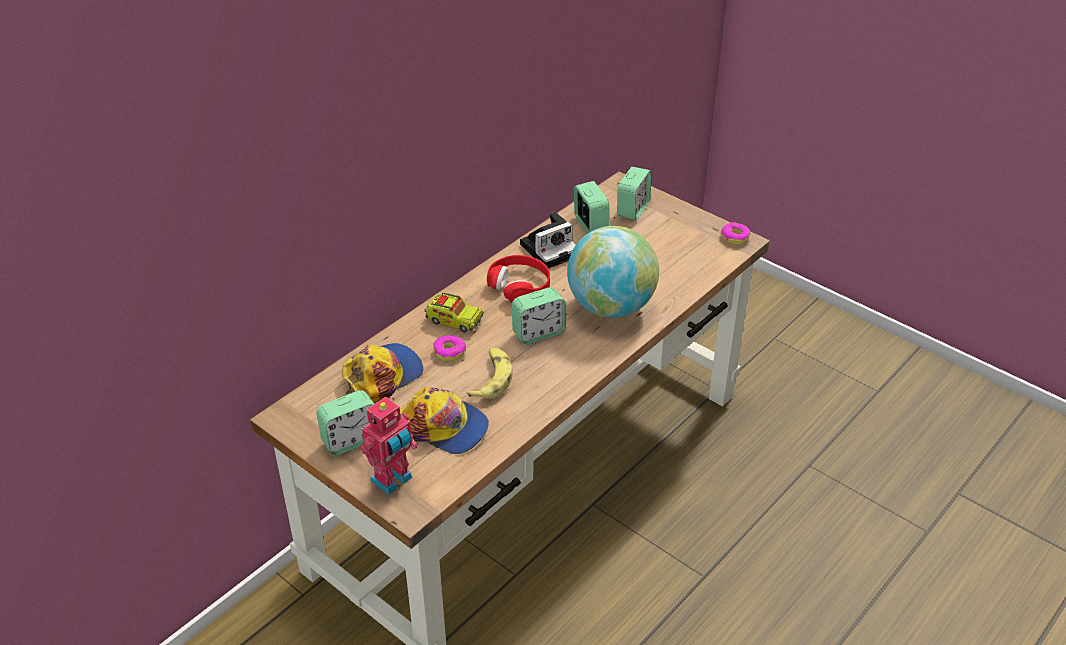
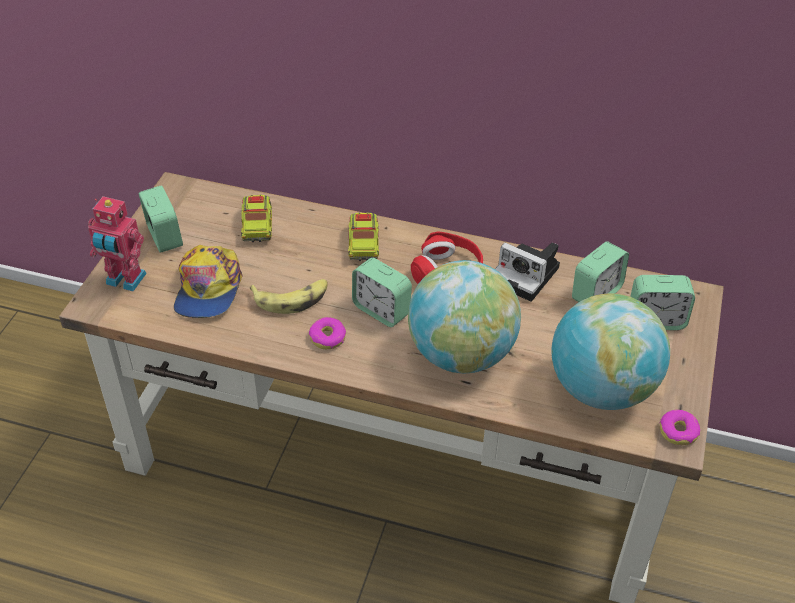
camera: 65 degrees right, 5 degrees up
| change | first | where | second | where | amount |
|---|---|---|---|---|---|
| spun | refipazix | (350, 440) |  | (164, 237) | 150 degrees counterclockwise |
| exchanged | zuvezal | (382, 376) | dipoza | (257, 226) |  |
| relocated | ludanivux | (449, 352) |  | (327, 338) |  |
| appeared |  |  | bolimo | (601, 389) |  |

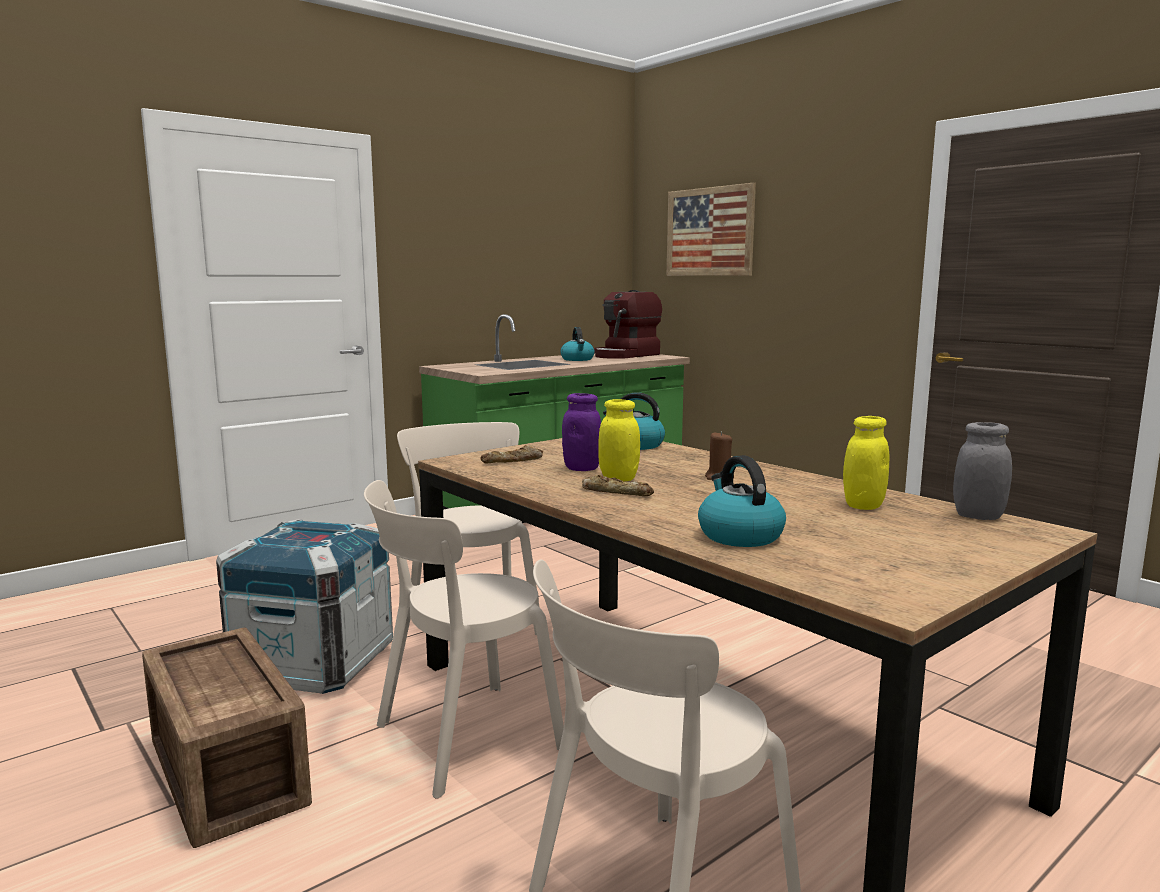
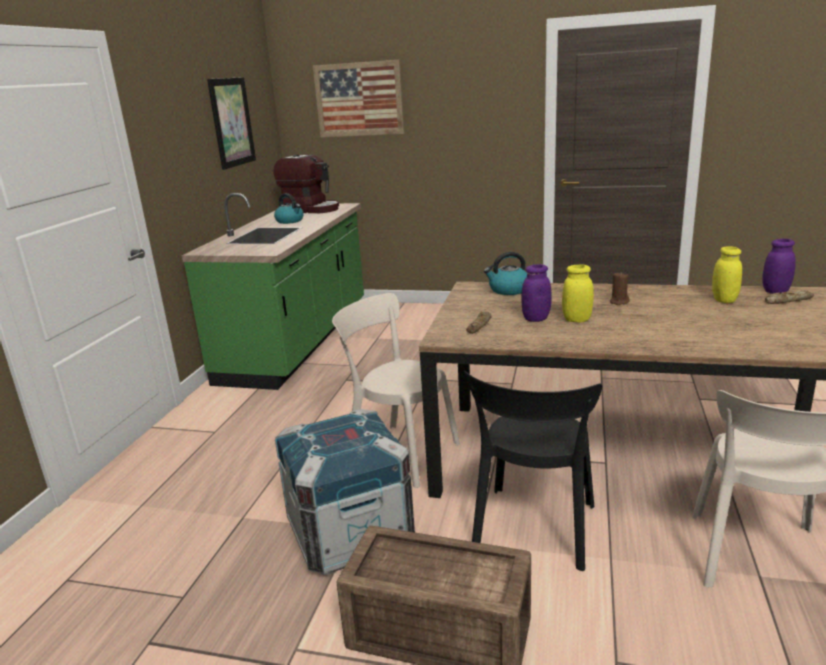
camera: 35 degrees left, 10 degrees up
| change | first | where | second | where | amount |
|---|---|---|---|---|---|
| appeared |  |  | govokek | (232, 122) |  |
| spun | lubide | (626, 355) |  | (311, 209) | 75 degrees counterclockwise |
| colour | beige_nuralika | (460, 739) | black_nuralika | (534, 531) |  |
| colour | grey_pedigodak | (978, 516) | purple_pedigodak | (775, 291) |  |
| relocated | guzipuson | (617, 492) |  | (787, 301) |  |
| missing | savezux | (739, 535) |  |  |  |

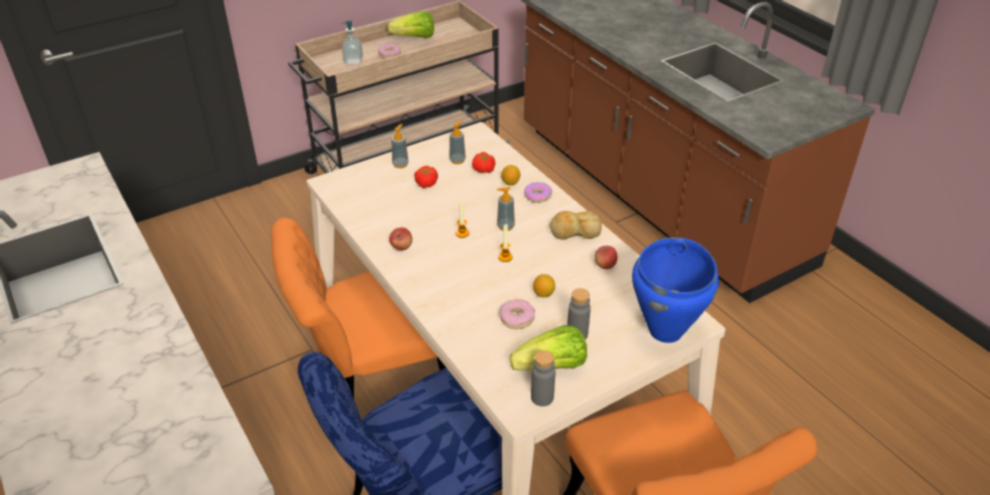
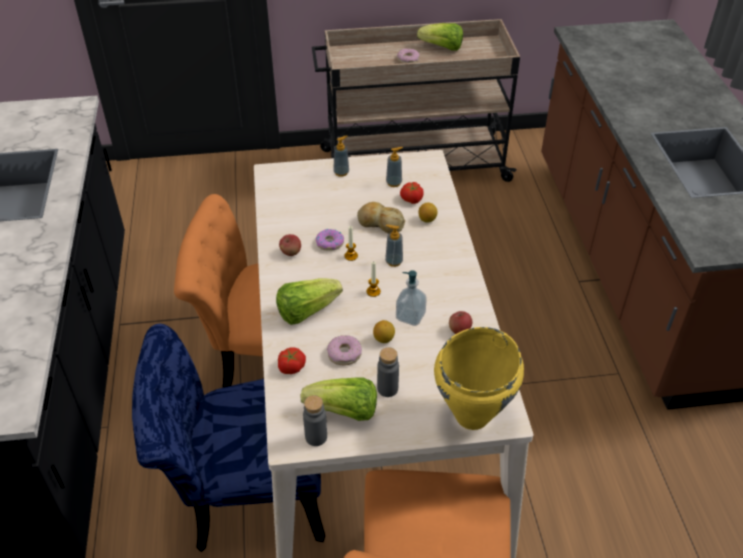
camera: 25 degrees right, 5 degrees up
| change | first | where | second | where | amount |
|---|---|---|---|---|---|
| appeared |  |  | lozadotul | (306, 311) |  |
| relocated | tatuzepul | (426, 183) |  | (291, 367) |  |
| relocated | ludanivux | (537, 196) |  | (329, 243) |  |
| relocated | guzipuson | (574, 231) |  | (380, 223) |  |
| relocated | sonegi | (353, 61) |  | (410, 316) |  |
| colour | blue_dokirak | (666, 331) | yellow_dokirak | (473, 416) |  |

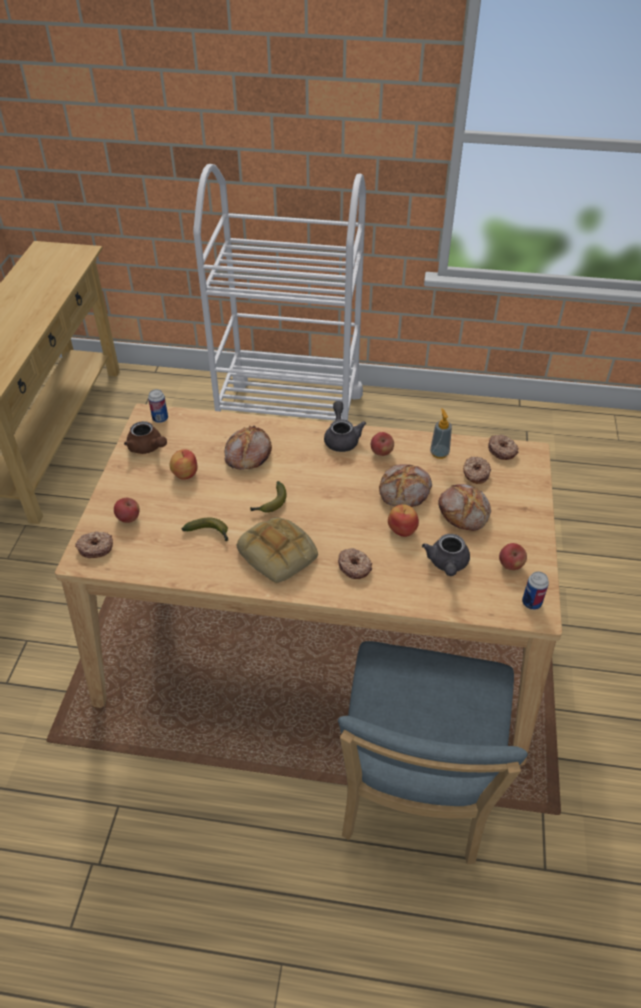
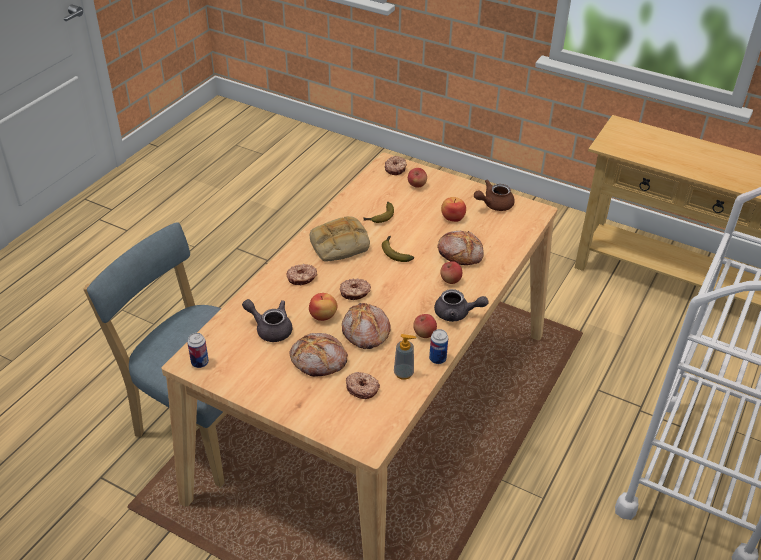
camera: 110 degrees right, 5 degrees down
| change | first | where | second | where | amount |
|---|---|---|---|---|---|
| relocated | ludanivux | (502, 450) |  | (355, 293) |  |
| relocated | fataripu | (160, 419) |  | (437, 359) |  |
| relocated | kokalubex | (510, 565) |  | (450, 280) |  |

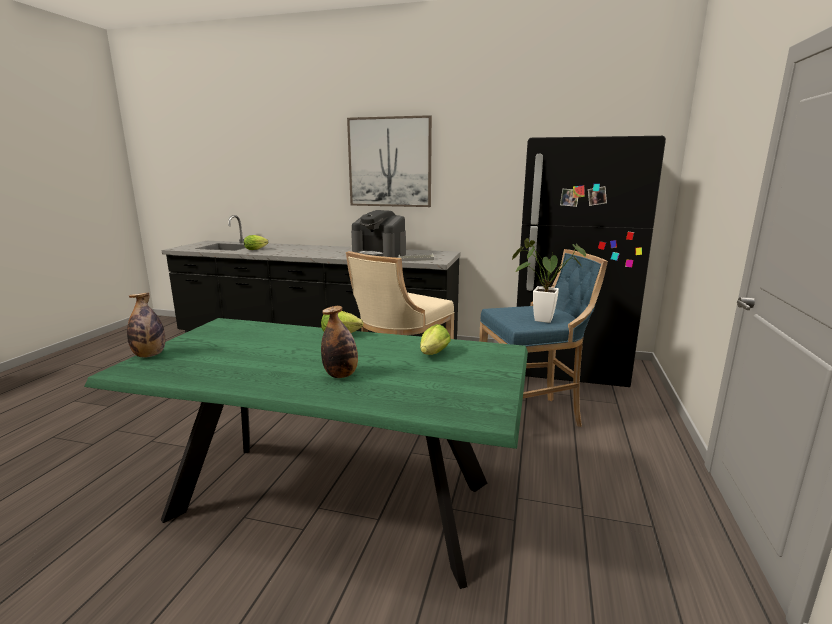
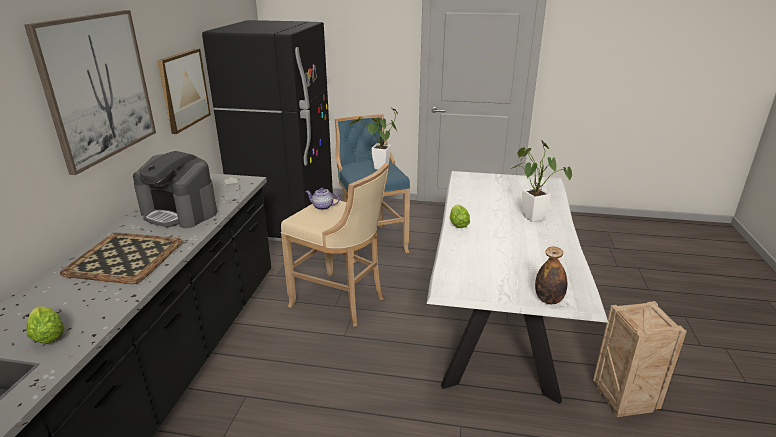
camera: 95 degrees left, 10 degrees up
| change | first | where | second | where | amount |
|---|---|---|---|---|---|
| appeared |  |  | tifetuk | (124, 257) |  |
| spun | lubide | (379, 254) |  | (180, 212) | 90 degrees clockwise |
| appeared |  |  | govokek | (183, 89) |  |
| appeared |  |  | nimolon | (322, 207) |  |
| colour | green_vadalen | (333, 500) | white_vadalen | (497, 319) |  |
| exchanged | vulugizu | (341, 375) | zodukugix | (530, 216) |  |
| appeared |  |  | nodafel | (622, 398) |  |
| missing | lozadotul | (432, 355) |  |  |  |

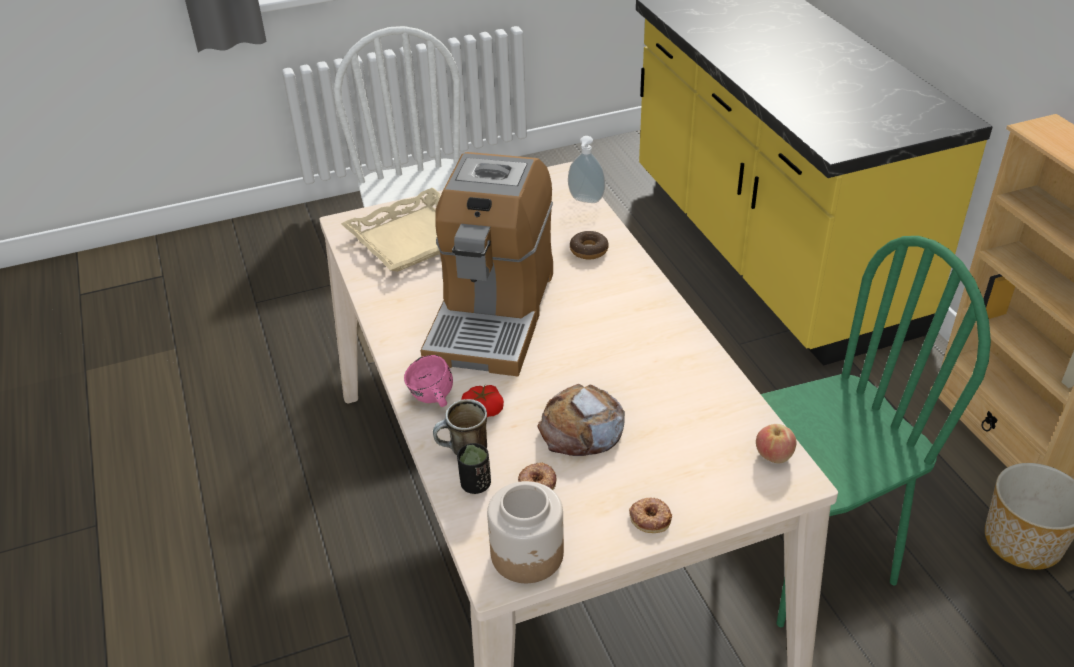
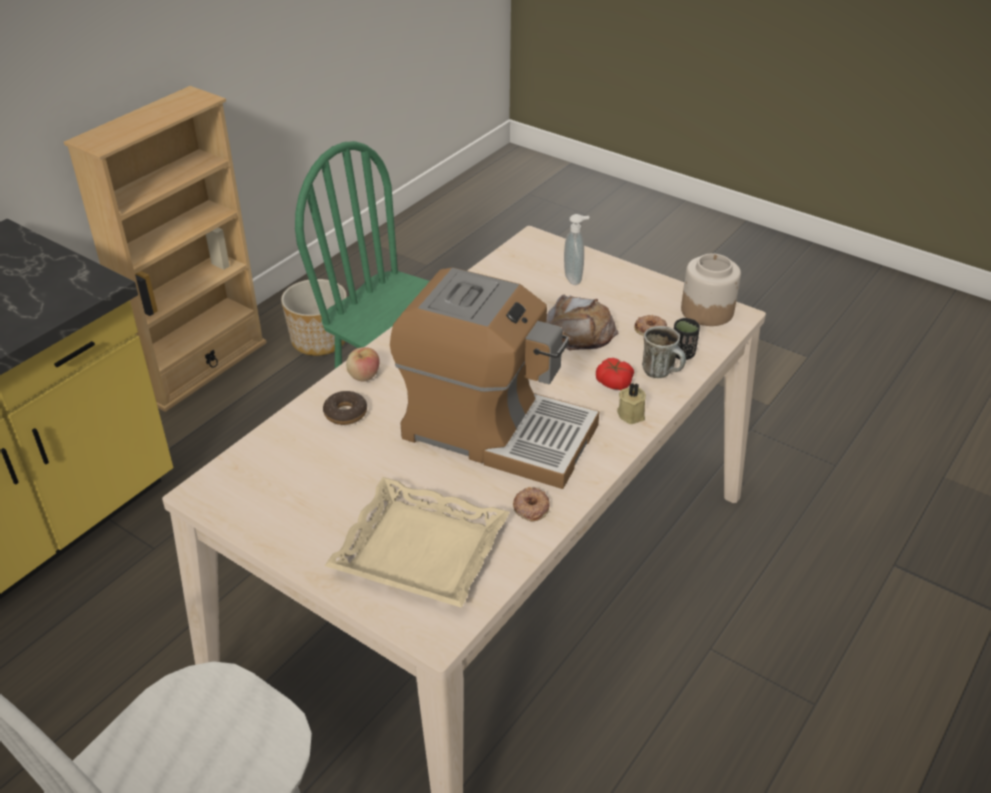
camera: 125 degrees left, 0 degrees up
| change | first | where | second | where | amount |
|---|---|---|---|---|---|
| relocated | kokalubex | (773, 455) |  | (364, 376) |  |
| spun | lubide | (492, 314) |  | (495, 431) | 45 degrees clockwise |
| relocated | ludanivux | (650, 518) |  | (531, 507) |  |
| relocated | sonegi | (585, 201) |  | (574, 278) |  |
| exchanged | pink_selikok | (432, 400) | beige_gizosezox | (632, 414) |  |

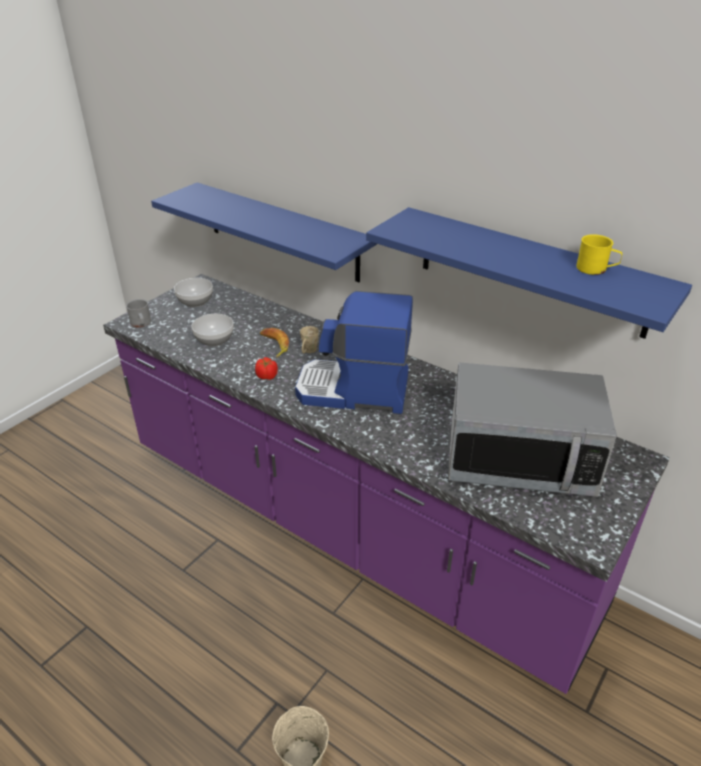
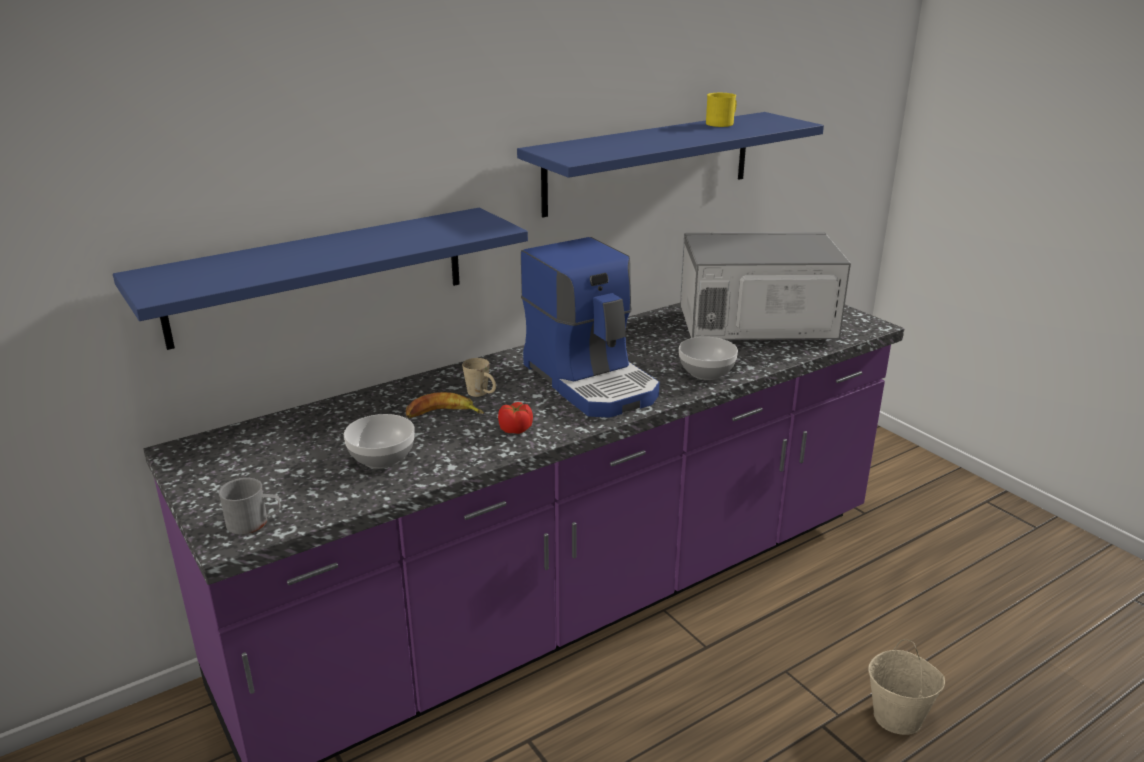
camera: 70 degrees left, 10 degrees down
| change | first | where | second | where | amount |
|---|---|---|---|---|---|
| spun | lubide | (353, 391) |  | (592, 381) | 60 degrees counterclockwise |
| relocated | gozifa | (195, 302) |  | (707, 372) |  |
| spun | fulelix | (519, 459) |  | (755, 327) | 120 degrees counterclockwise |

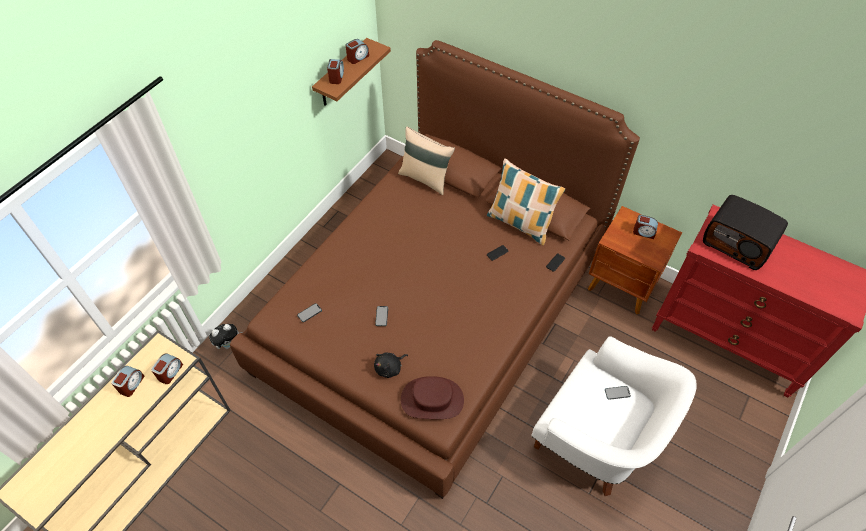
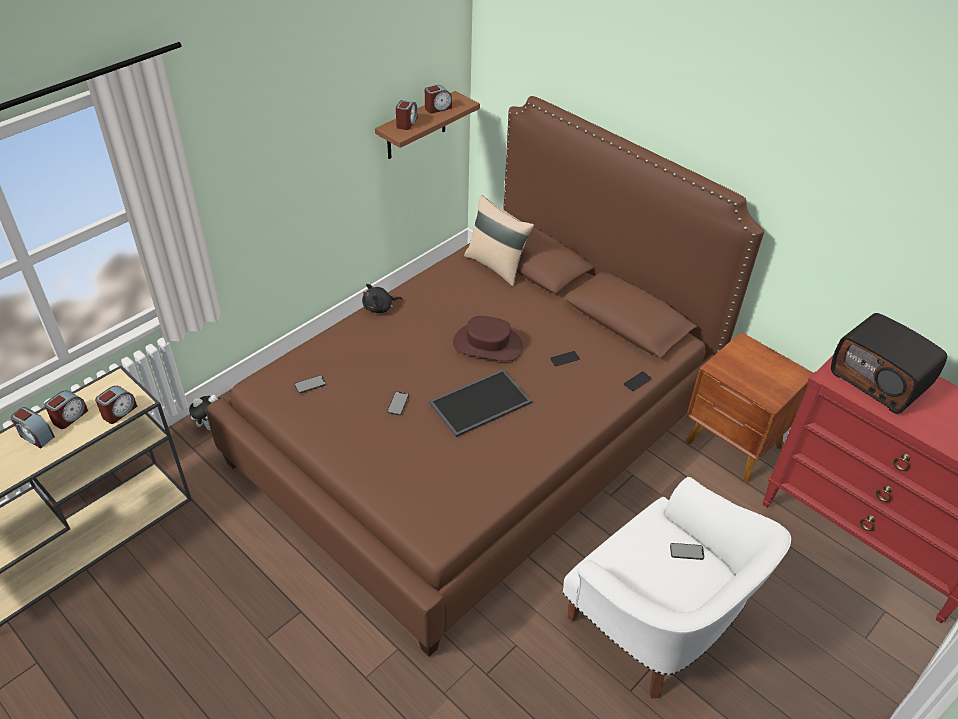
camera: 10 degrees right, 10 degrees down
| change | first | where | second | where | amount |
|---|---|---|---|---|---|
| relocated | refipazix | (643, 232) |  | (36, 436) |  |
| relocated | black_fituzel | (389, 368) |  | (380, 307) |  |
| appeared |  |  | tifetuk | (480, 404) |  |
| relocated | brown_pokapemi | (432, 399) |  | (487, 344) |  |
| missing | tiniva | (520, 223) |  |  |  |

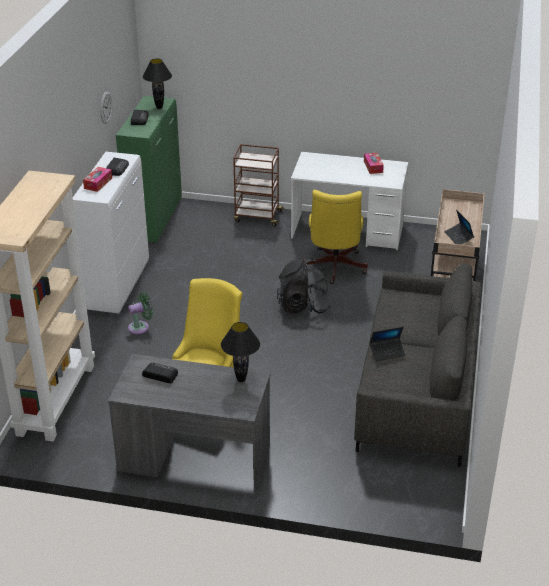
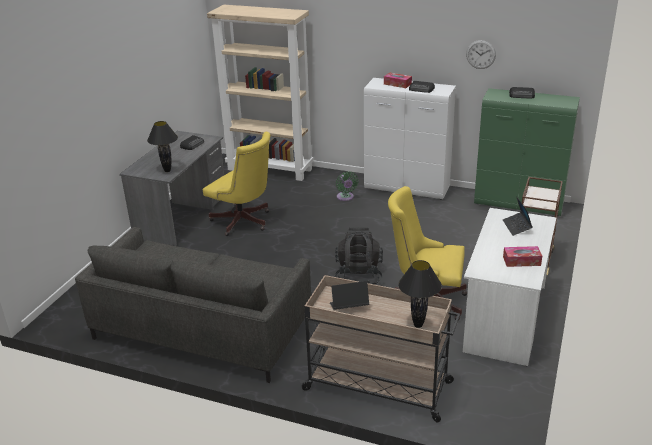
camera: 100 degrees right, 5 degrees down
| change | first | where | second | where | amount |
|---|---|---|---|---|---|
| relocated | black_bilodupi | (159, 107) |  | (418, 325) |  |
| relocated | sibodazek | (387, 352) |  | (517, 227) |  |

